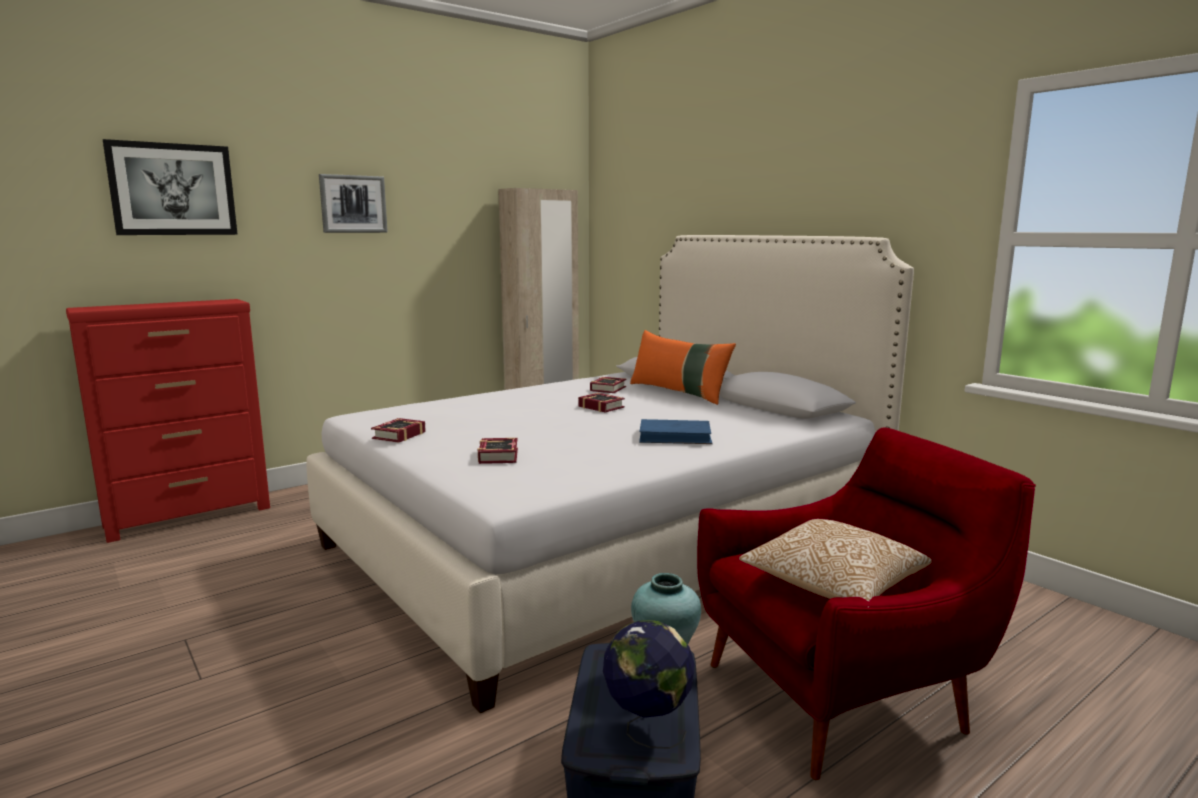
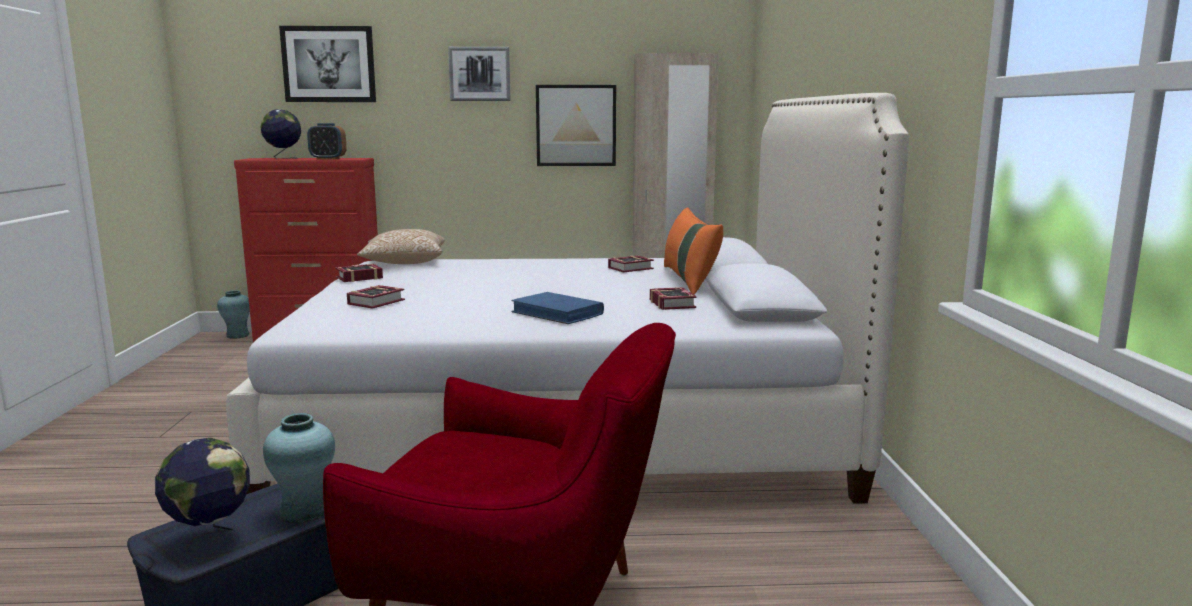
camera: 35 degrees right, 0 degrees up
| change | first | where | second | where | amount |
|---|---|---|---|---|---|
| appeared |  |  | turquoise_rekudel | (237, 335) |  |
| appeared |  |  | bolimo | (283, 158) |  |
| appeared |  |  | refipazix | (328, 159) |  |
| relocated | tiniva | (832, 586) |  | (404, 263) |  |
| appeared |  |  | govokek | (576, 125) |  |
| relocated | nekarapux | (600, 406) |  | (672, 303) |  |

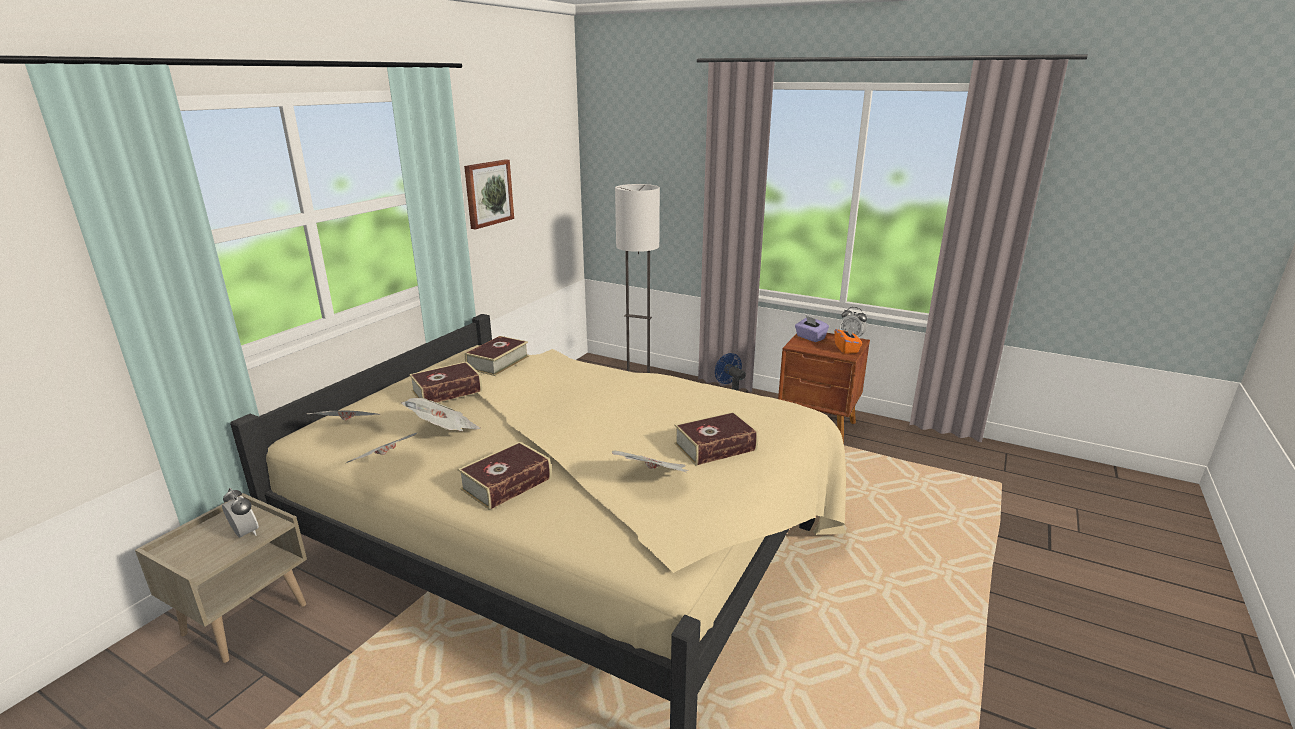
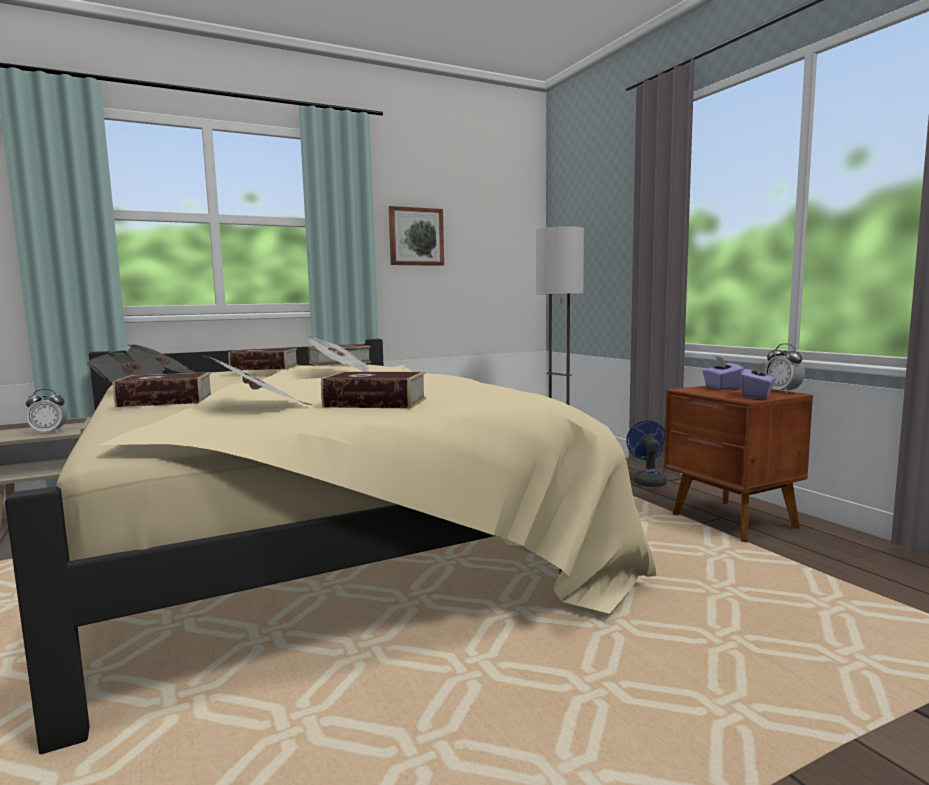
camera: 35 degrees right, 15 degrees down
| change | first | where | second | where | amount |
|---|---|---|---|---|---|
| spun | refipazix | (245, 533) |  | (49, 432) | 90 degrees clockwise |
| relocated | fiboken | (444, 431) |  | (341, 371) |  |
| colour | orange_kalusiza | (846, 349) | purple_kalusiza | (756, 396) |  |

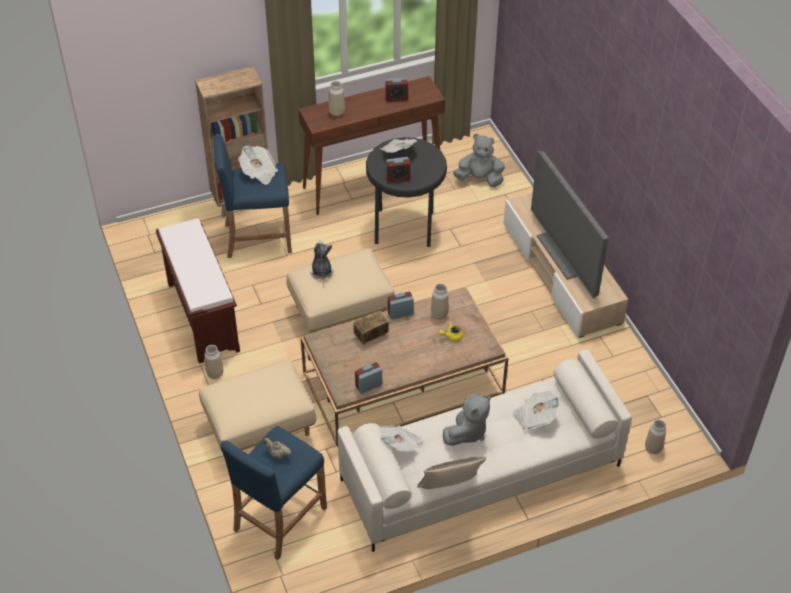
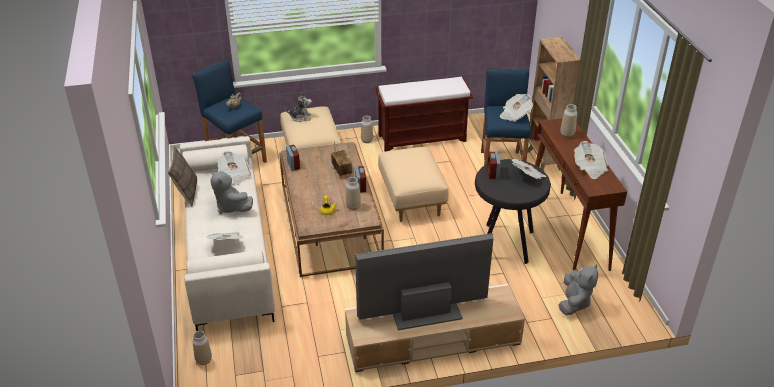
camera: 100 degrees right, 10 degrees down
| change | first | where | second | where | amount |
|---|---|---|---|---|---|
| relocated | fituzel | (321, 271) |  | (300, 117) |  |
| exchanged | refipazix | (396, 98) | fiboken | (589, 168) |  |

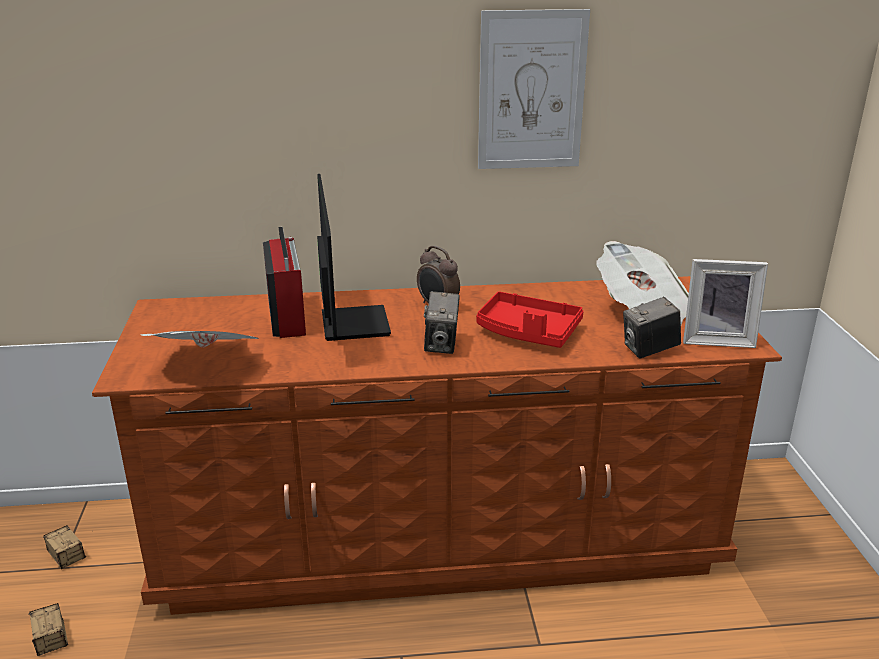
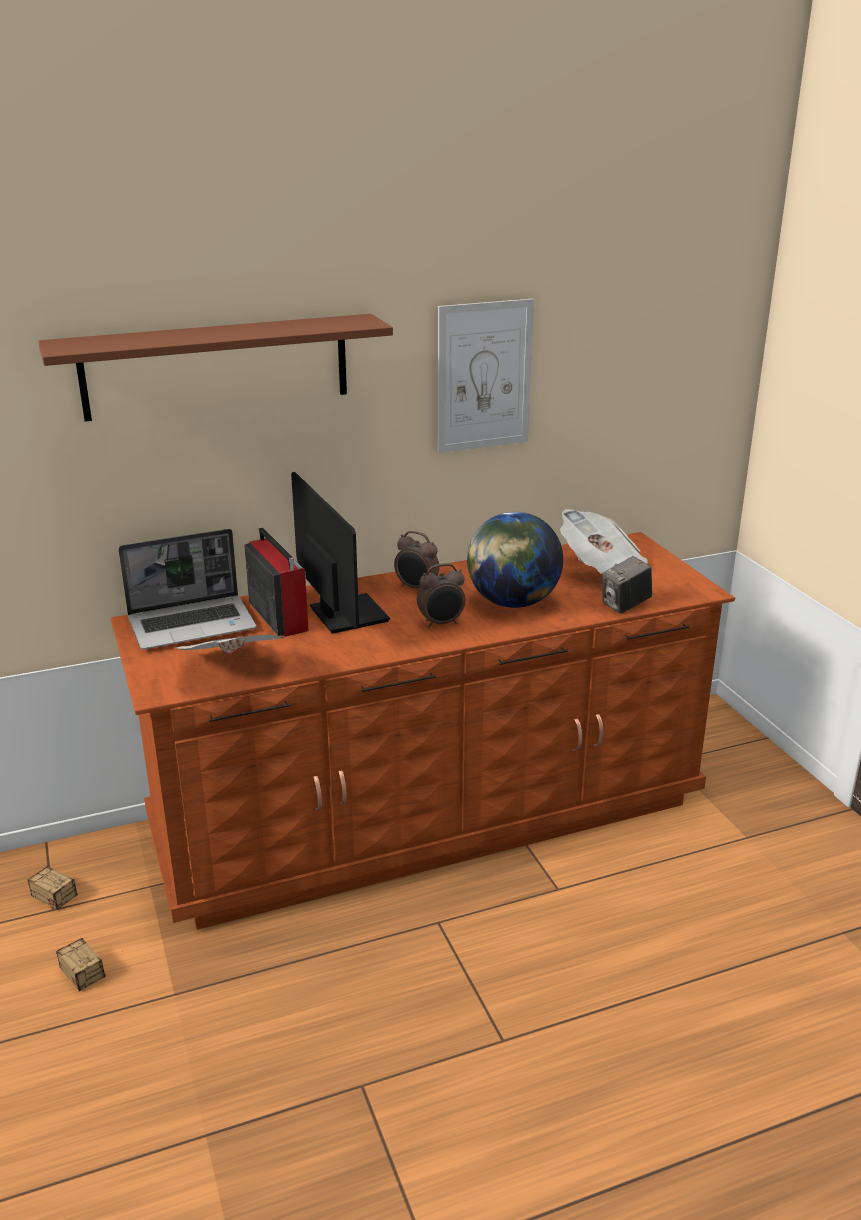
camera: 15 degrees left, 0 degrees up
| change | first | where | second | where | amount |
|---|---|---|---|---|---|
| appeared |  |  | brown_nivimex | (216, 367) |  |
| appeared |  |  | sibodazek | (193, 624) |  |
| exchanged | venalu | (441, 345) | refipazix | (441, 623) |  |
| exchanged | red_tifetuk | (528, 332) | bolimo | (512, 602) |  |
| missing | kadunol | (717, 339) |  |  |  |

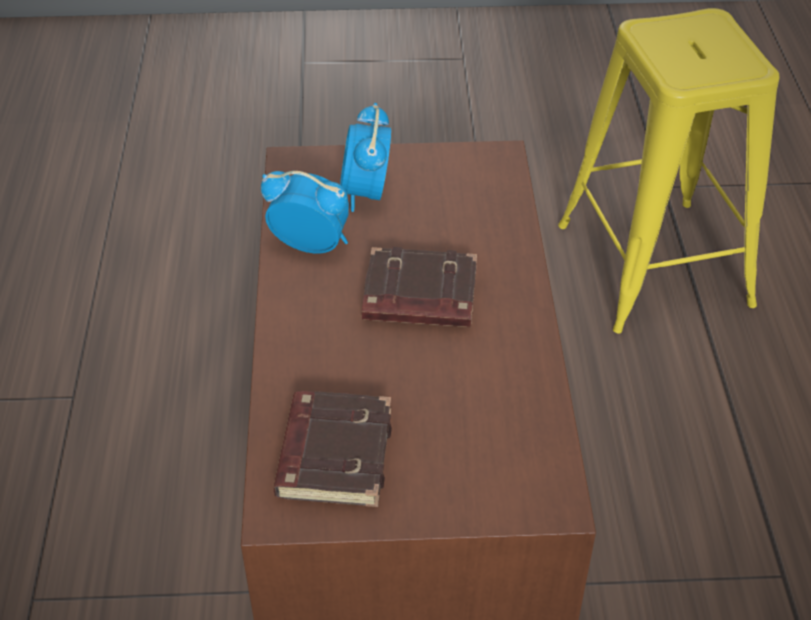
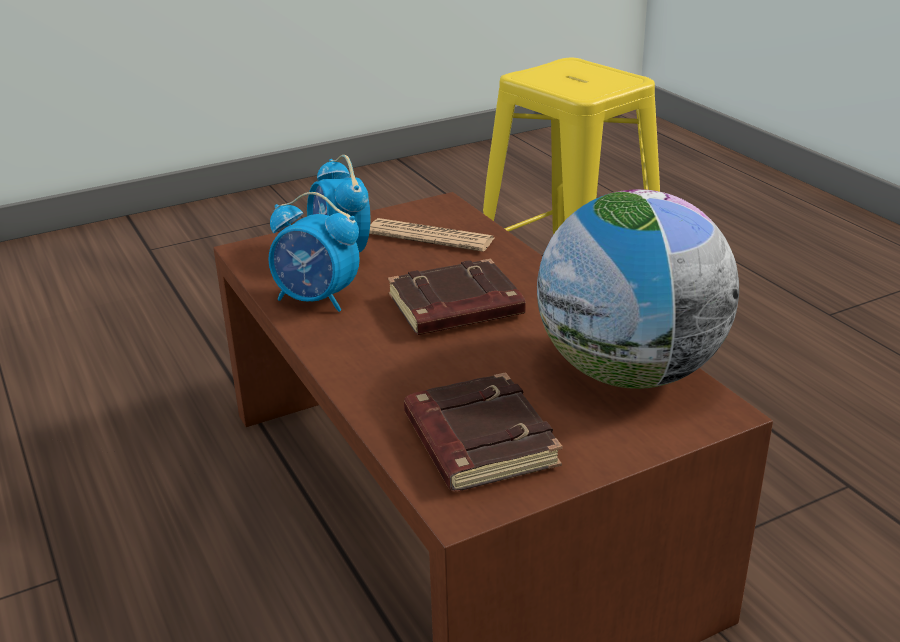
camera: 25 degrees left, 15 degrees down
| change | first | where | second | where | amount |
|---|---|---|---|---|---|
| spun | refipazix | (310, 244) |  | (317, 300) | 150 degrees counterclockwise |
| appeared |  |  | fiboken | (430, 237) |  |
| appeared |  |  | bolimo | (629, 372) |  |

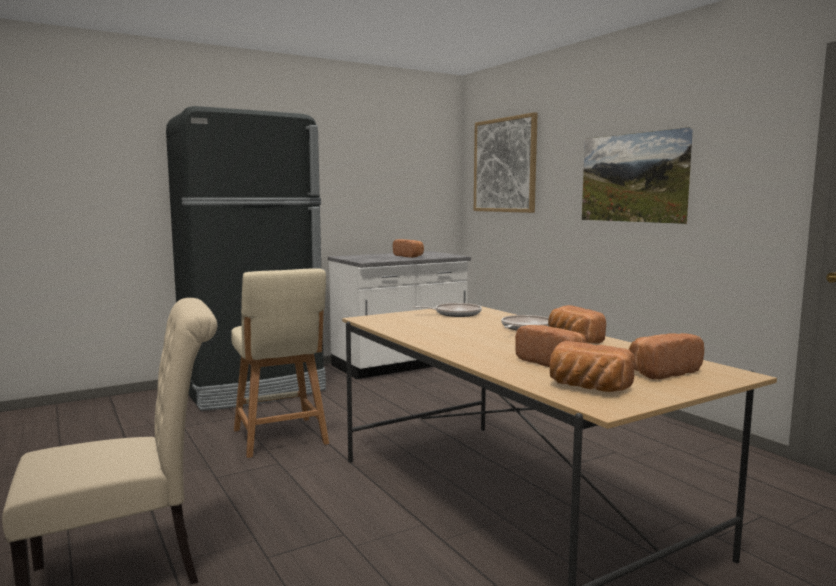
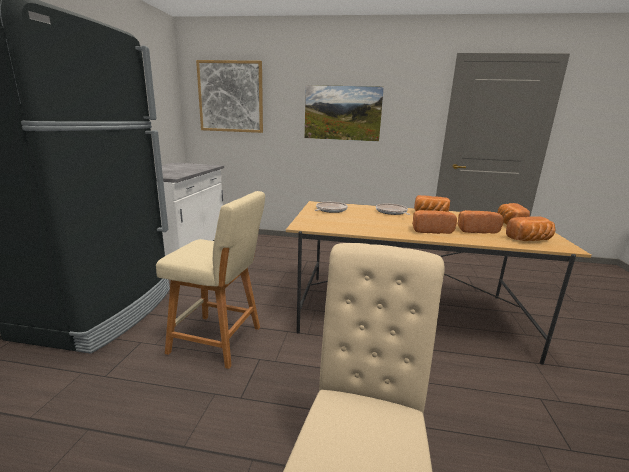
camera: 50 degrees left, 10 degrees up
| change | first | where | second | where | amount |
|---|---|---|---|---|---|
| relocated | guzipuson | (409, 256) |  | (430, 230) |  |

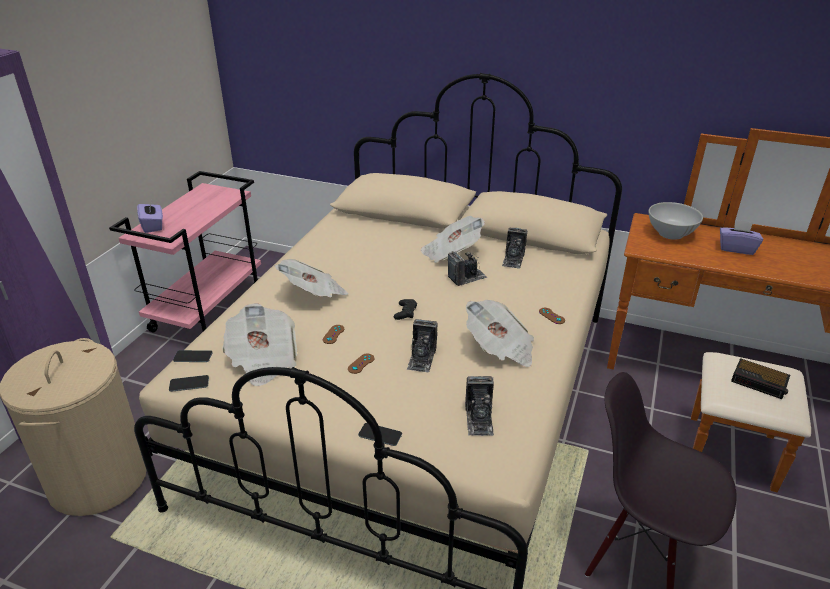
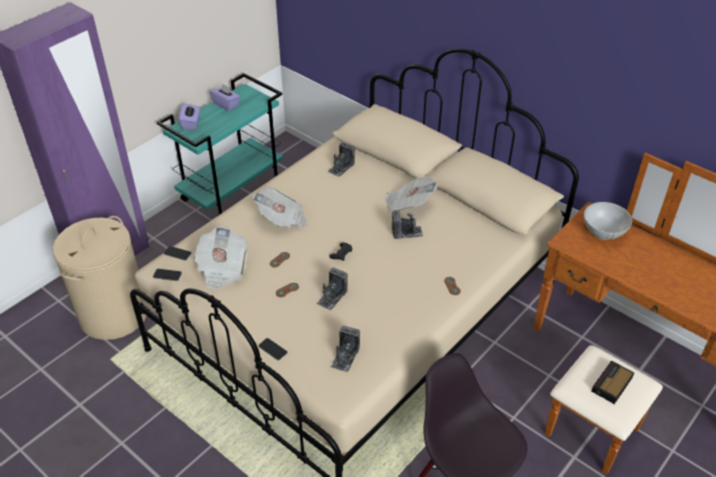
camera: 20 degrees right, 10 degrees up
| change | first | where | second | where | amount |
|---|---|---|---|---|---|
| colour | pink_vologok | (208, 310) | turquoise_vologok | (232, 190) |  |
| relocated | purple_kalusiza | (736, 248) |  | (226, 104) |  |
| relocated | venalu | (513, 259) |  | (341, 167) |  |
| spun | refipazix | (760, 382) |  | (611, 385) | 75 degrees clockwise |
| missing | fiboken | (500, 349) |  |  |  |

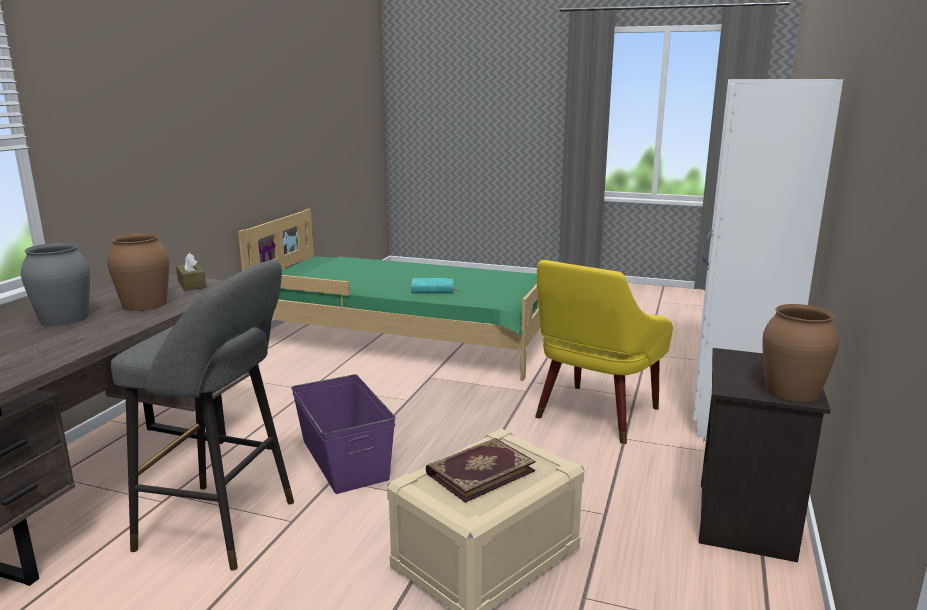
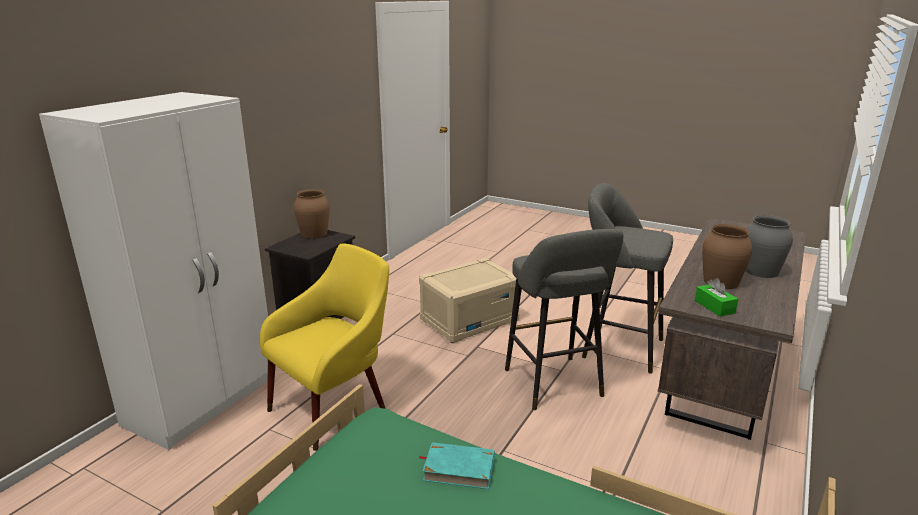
camera: 170 degrees left, 5 degrees up
| change | first | where | second | where | amount |
|---|---|---|---|---|---|
| exchanged | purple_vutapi | (345, 458) | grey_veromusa | (555, 386) |  |
| colour | brown_kalusiza | (191, 284) | green_kalusiza | (714, 307) |  |
| missing | nekarapux | (479, 471) |  |  |  |

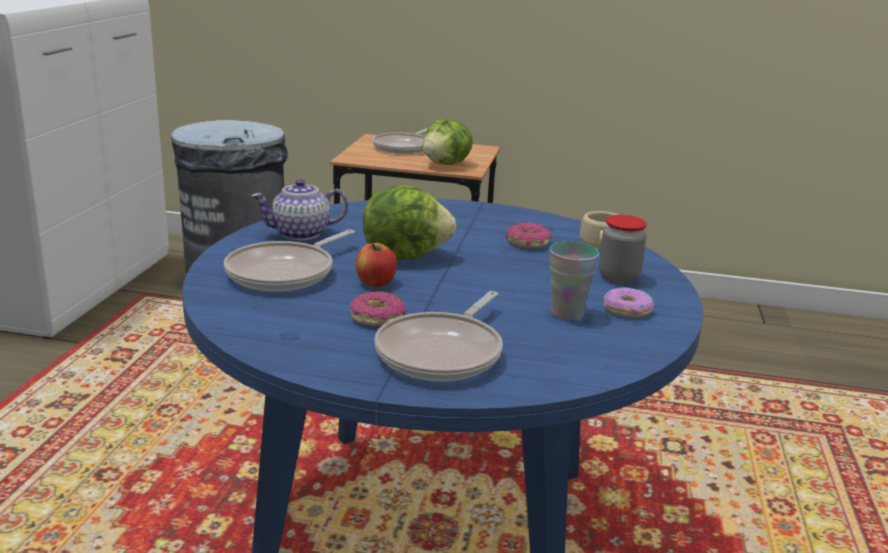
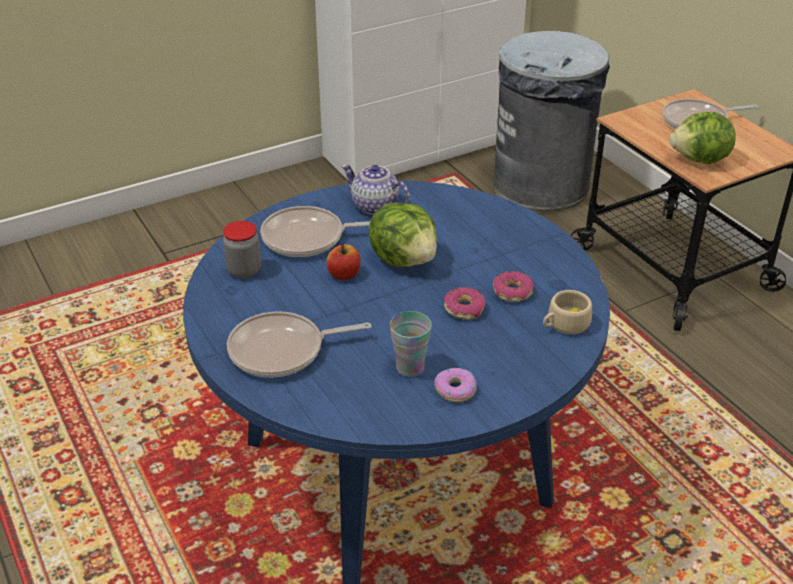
camera: 50 degrees right, 15 degrees up
| change | first | where | second | where | amount |
|---|---|---|---|---|---|
| relocated | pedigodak | (618, 277) |  | (244, 271) |  |
| relocated | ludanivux | (377, 318) |  | (464, 309) |  |

